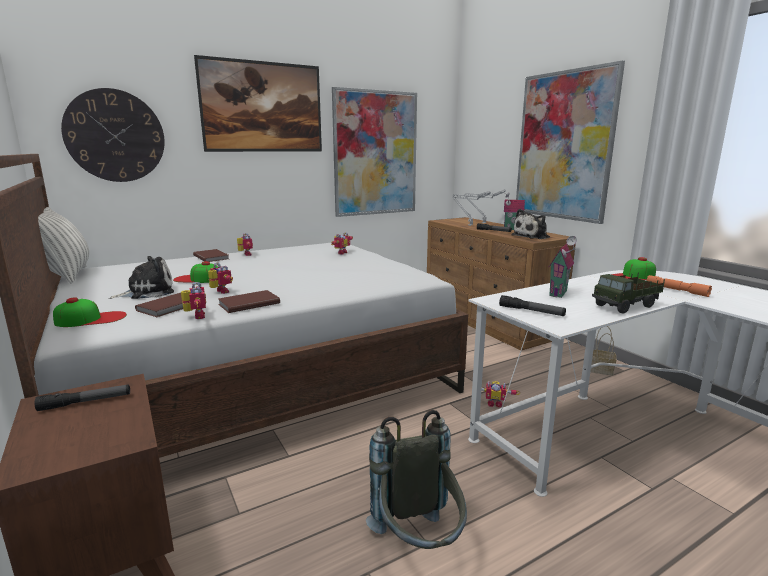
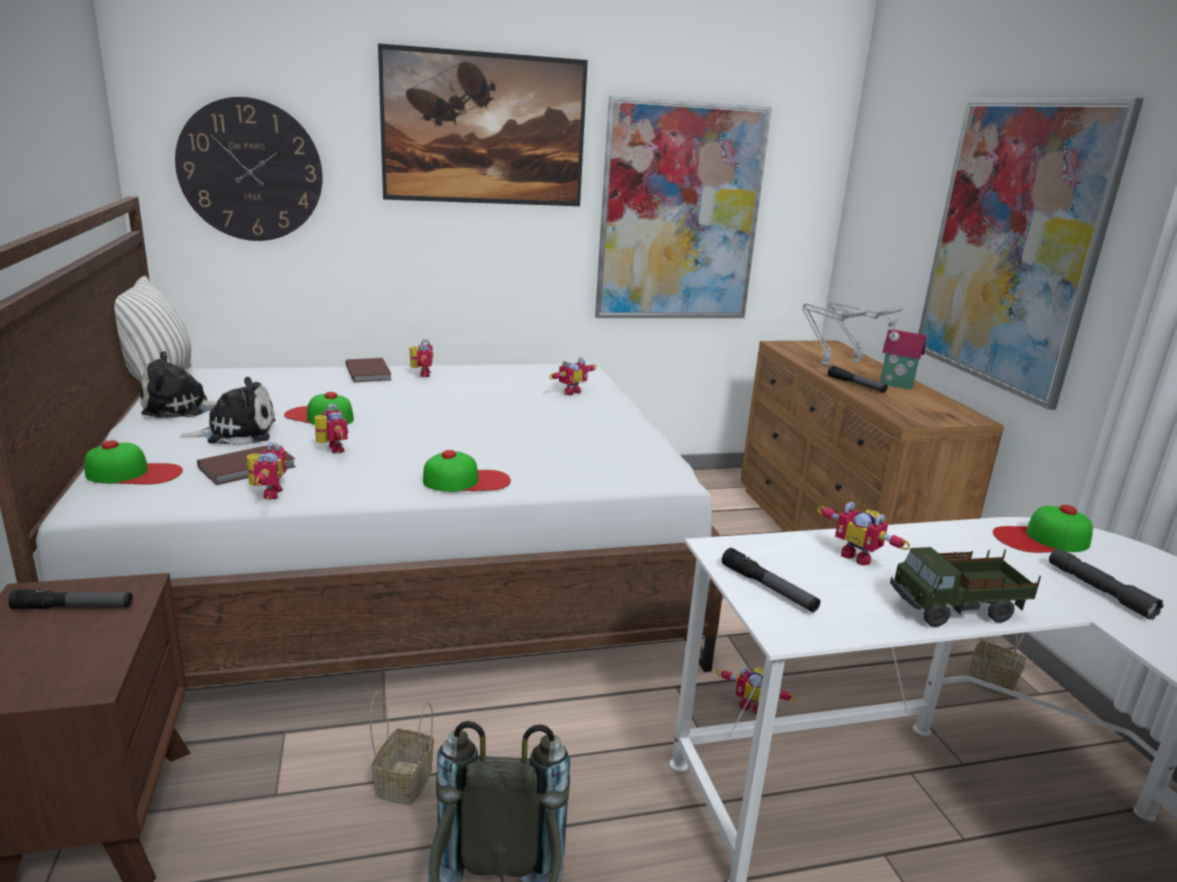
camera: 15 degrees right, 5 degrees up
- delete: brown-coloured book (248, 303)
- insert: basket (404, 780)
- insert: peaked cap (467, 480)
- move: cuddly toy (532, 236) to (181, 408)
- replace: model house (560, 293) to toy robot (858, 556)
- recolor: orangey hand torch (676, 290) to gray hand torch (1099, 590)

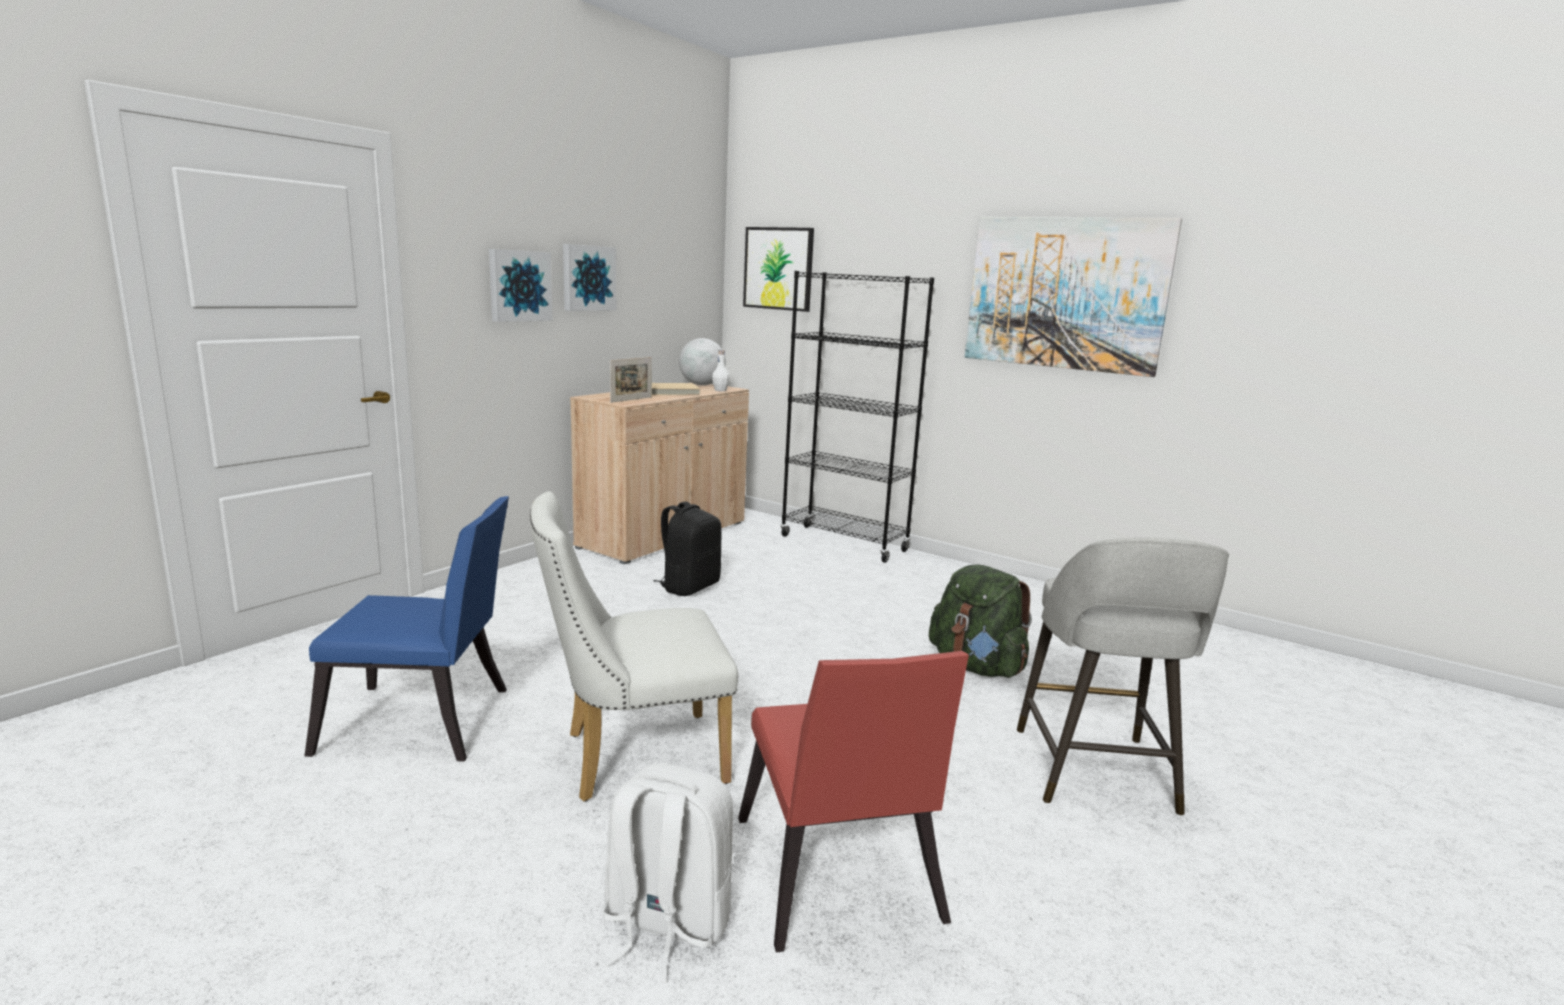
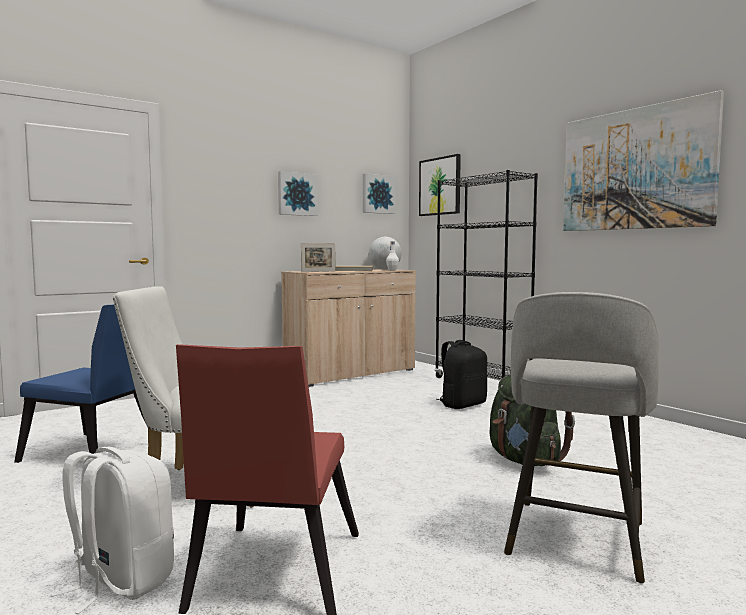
camera: 20 degrees right, 10 degrees down
- move: wall picture (519, 286) to (378, 194)
- move: black-coloured knapsack (689, 587) to (462, 405)

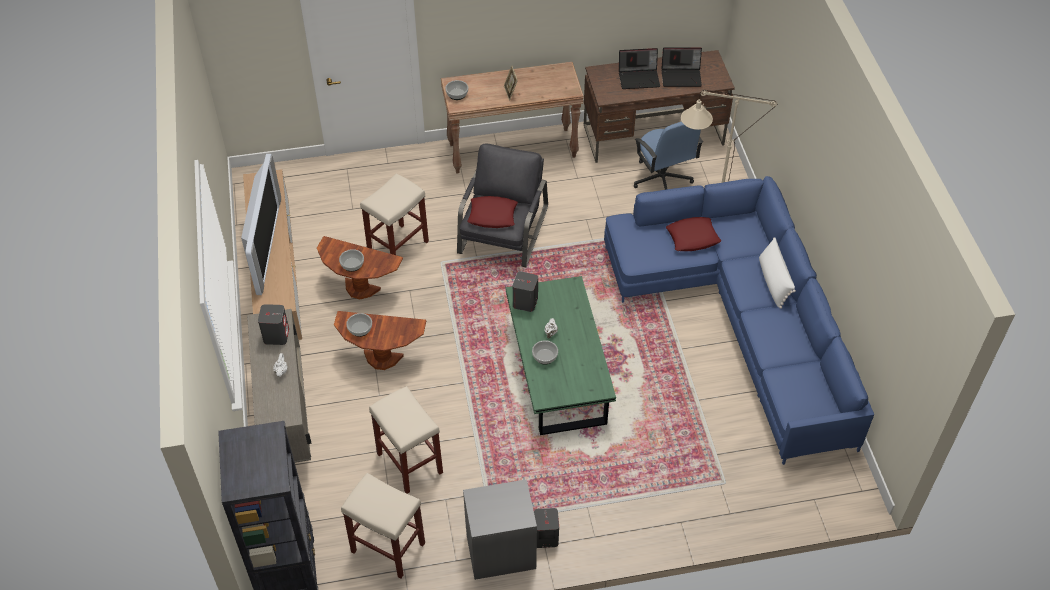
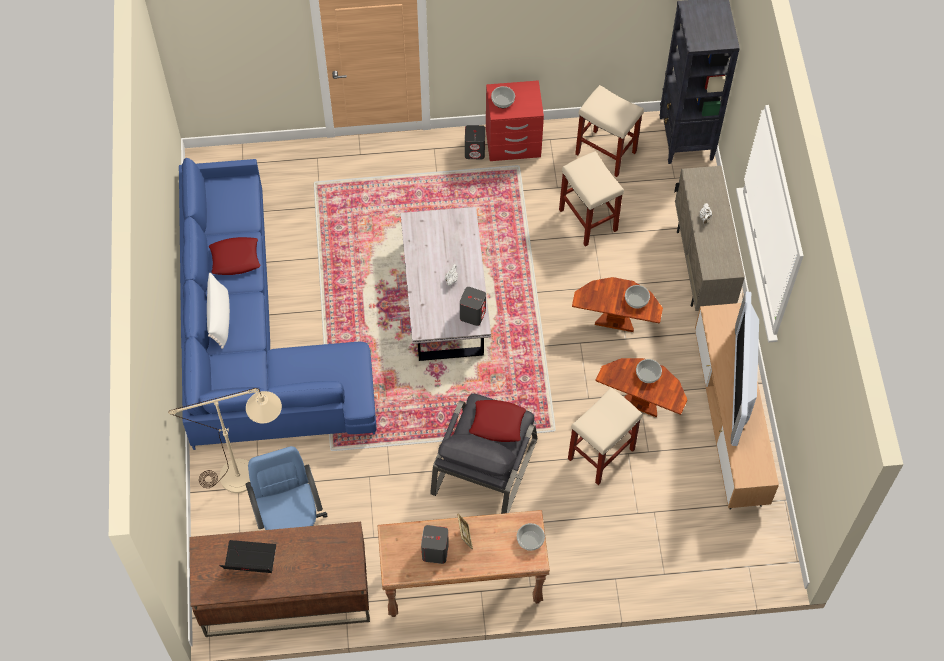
camera: 175 degrees left, 10 degrees up
- delete: portable computer (639, 78)
- move: gray speaker (276, 335) to (435, 552)
- move: bowl (544, 356) to (503, 101)
- move: red-coloured throw pillow (692, 238) to (235, 259)
- recolor: gray night table (500, 550) to red-coloured night table (513, 144)
- recolor: green-coloured low table (558, 371) to white low table (445, 296)

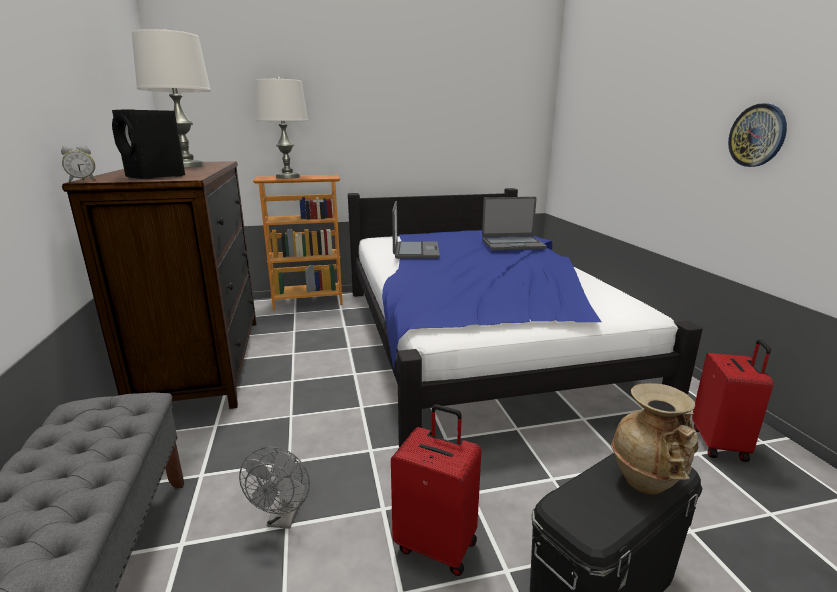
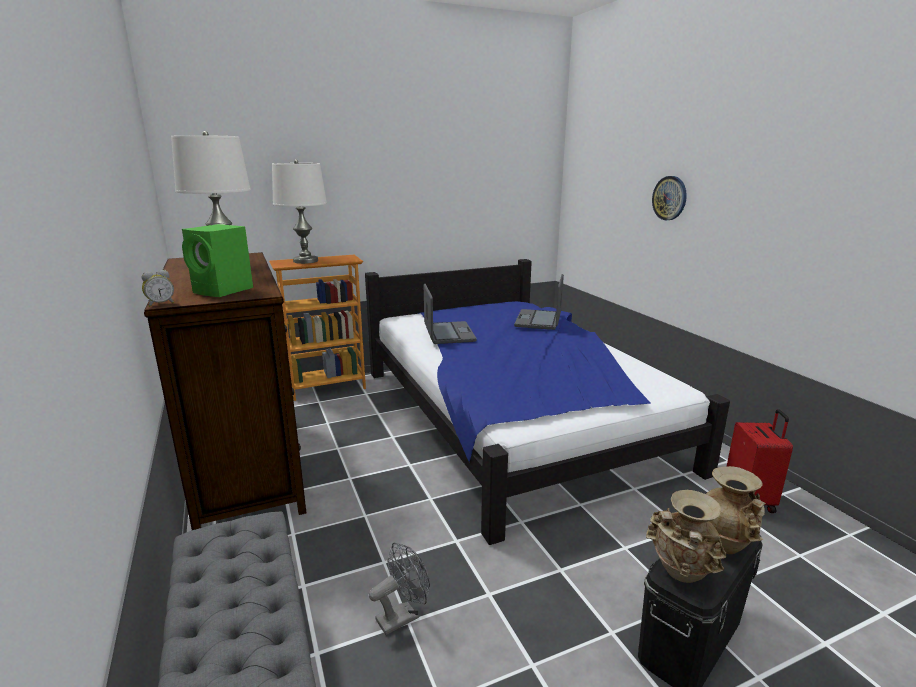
camera: 10 degrees left, 0 degrees up
- delete: red-coloured piece of luggage (437, 544)
- insert: beige flower vase (681, 573)
- move: wall clock (757, 135) to (669, 198)
- recolor: black-coloured speaker (155, 176) to green-coloured speaker (224, 291)
- rotate: gray fan (284, 518) = (403, 616) 120 degrees counterclockwise
- rotate: portable computer (512, 244) = (539, 320) 120 degrees clockwise

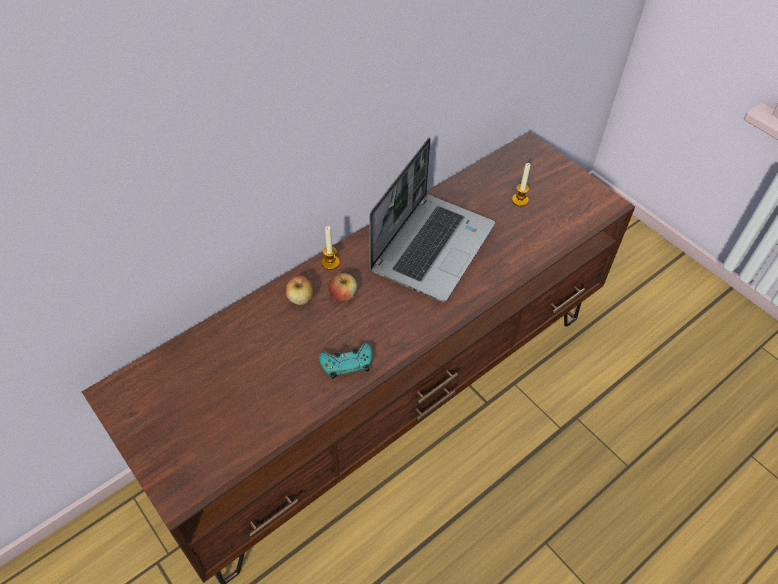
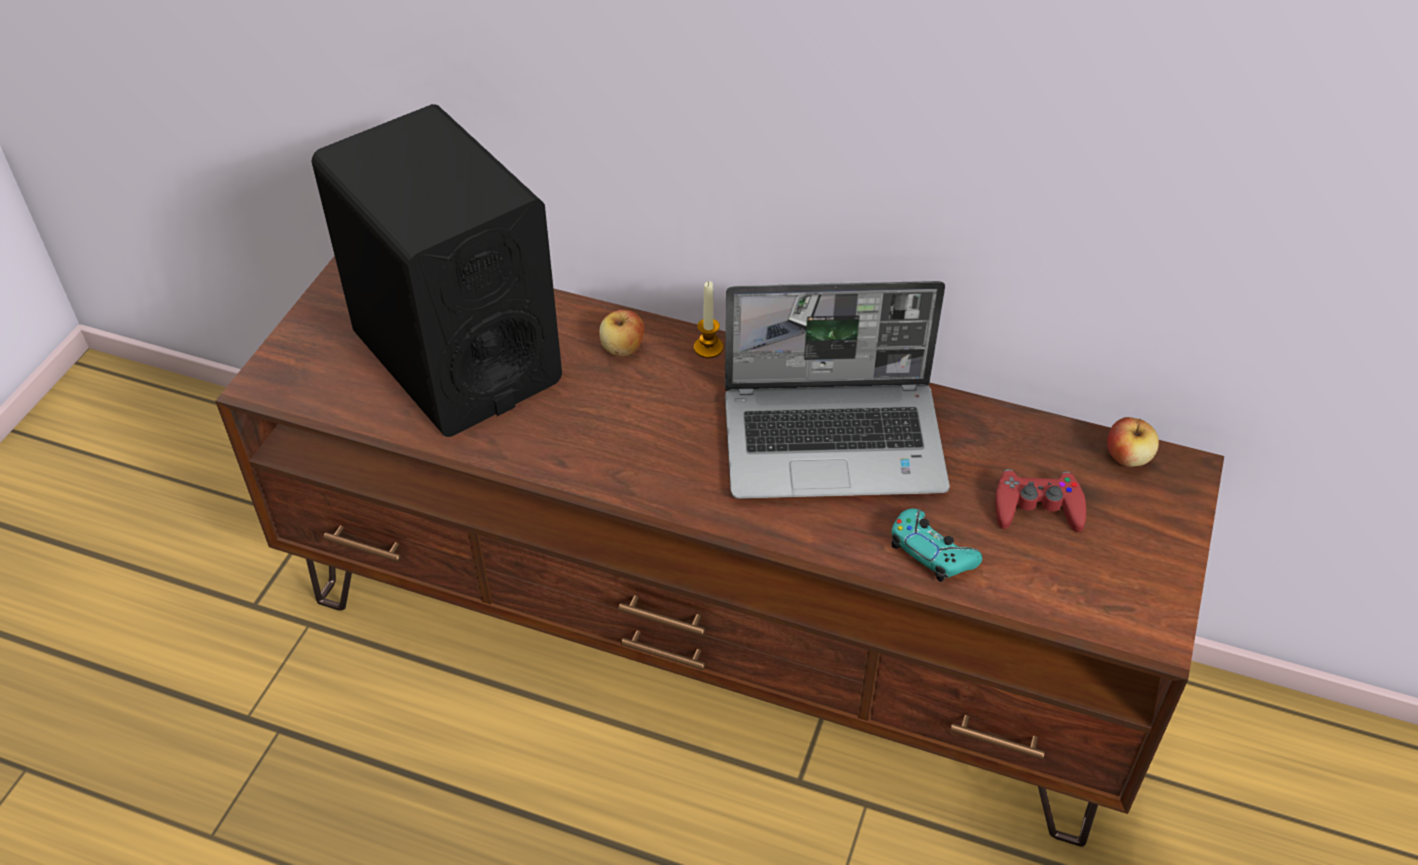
camera: 60 degrees right, 5 degrees down
- insert: black-coloured speaker (456, 357)
- move: turquoise-coloured gamepad (346, 363) to (932, 552)
- move: whole apple (343, 295) to (1127, 457)
- replace: wax candle (520, 200) to red-coloured gamepad (1037, 507)

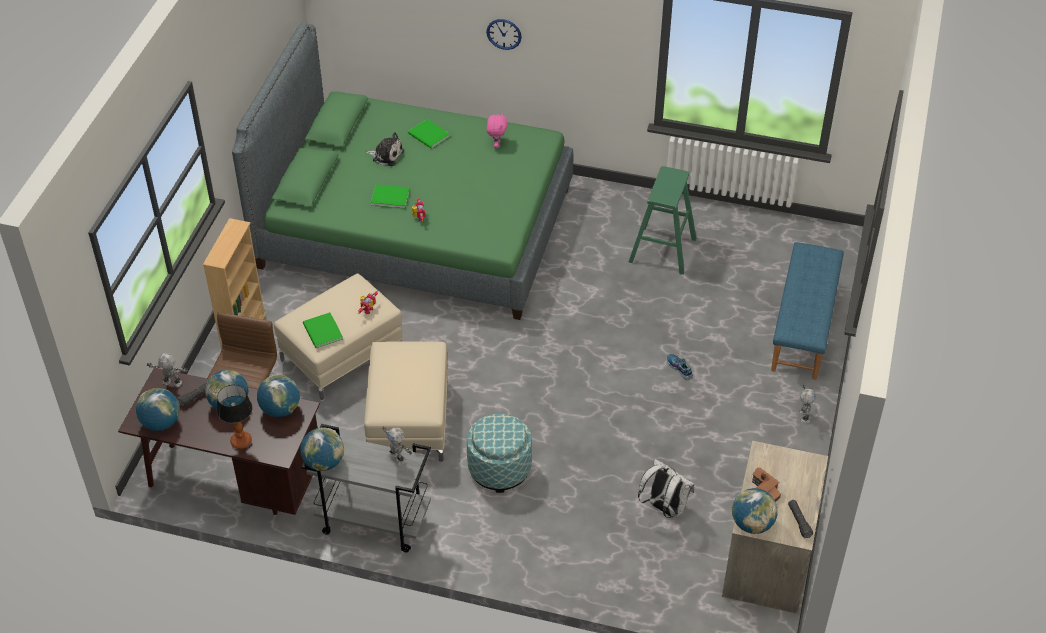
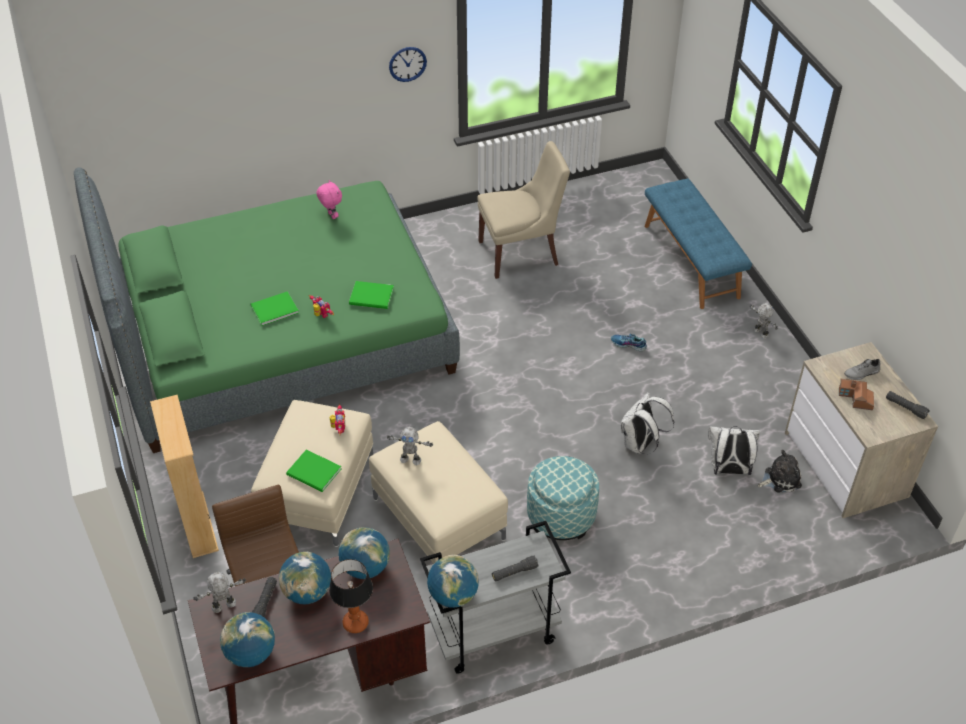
camera: 35 degrees left, 0 degrees up
- delete: globe (752, 524)
- insert: black-coloured hand torch (514, 572)
- insert: white knapsack (640, 444)
- insert: gray item of footwear (861, 374)
- move: cuddly toy (386, 155) to (780, 478)
- move: toy robot (397, 457) to (410, 459)
- move: green-coloured book (429, 136) to (372, 297)
- move: wall clock (504, 34) to (407, 64)
- replace: green-coloured sitting stool (662, 250) to beige chair (521, 252)

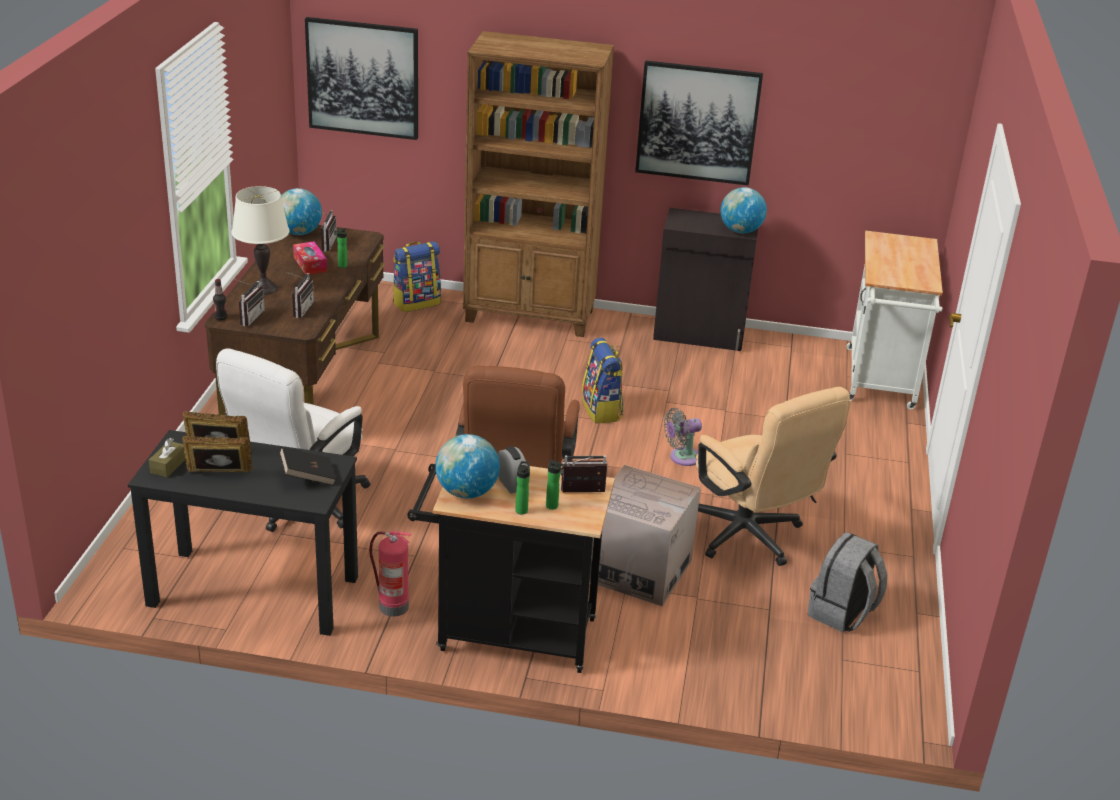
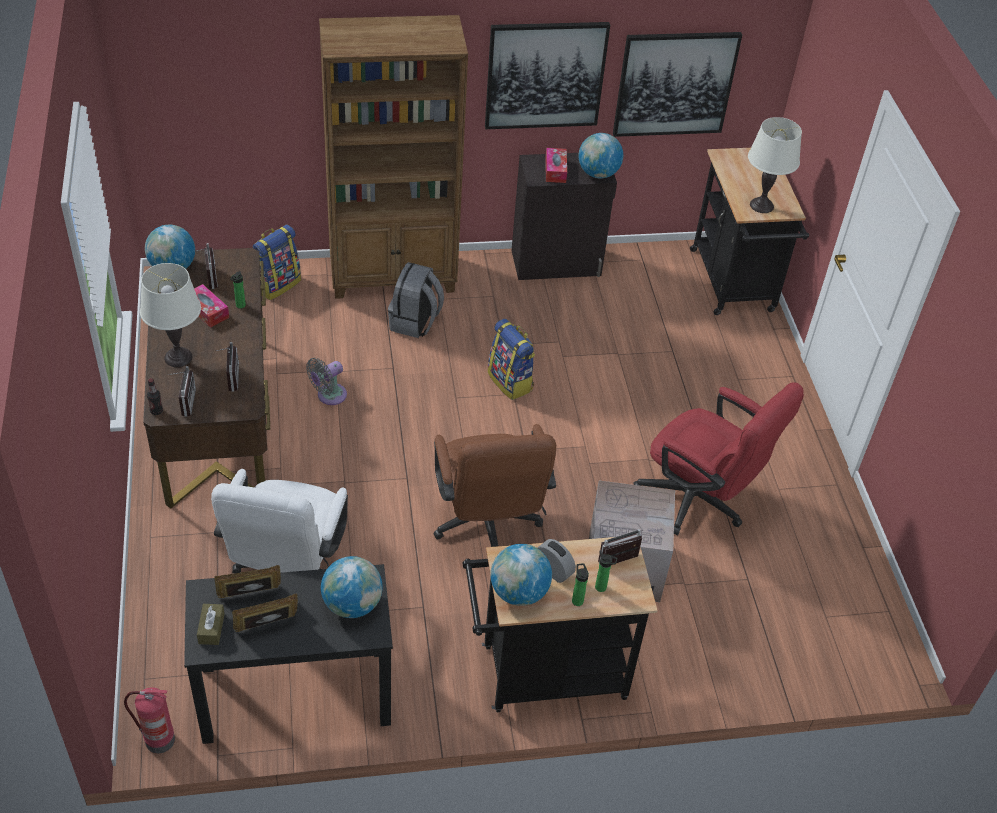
camera: 20 degrees left, 15 degrees up
- insert: tissue holder (555, 170)
- insert: white lamp for a table (761, 205)
- move: wall picture (363, 78) to (675, 83)
- move: fire-fighting cylinder (392, 606) to (158, 740)
- move: gray fan (682, 457) to (329, 396)
- move: gray knapsack (842, 613) to (415, 322)
- replace: black-coloured book (308, 477) to globe (352, 604)
- recolor: beige computer chair (751, 538) to red-coloured computer chair (700, 502)
- recolor: white cart (880, 382) to black-coloured cart (734, 285)

